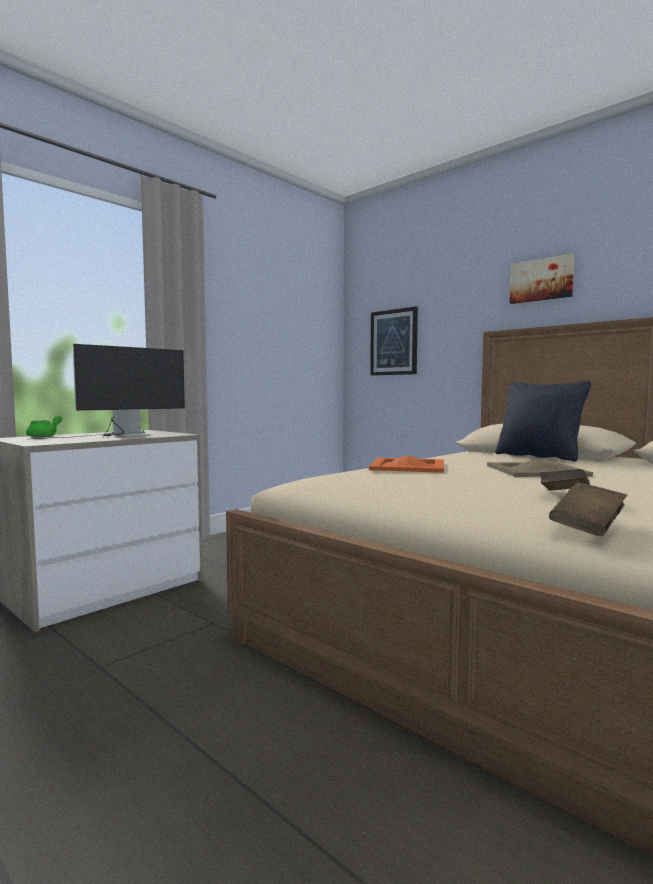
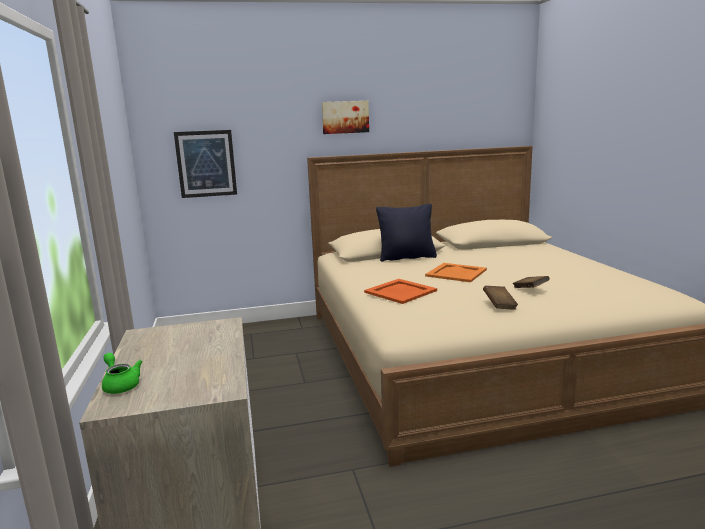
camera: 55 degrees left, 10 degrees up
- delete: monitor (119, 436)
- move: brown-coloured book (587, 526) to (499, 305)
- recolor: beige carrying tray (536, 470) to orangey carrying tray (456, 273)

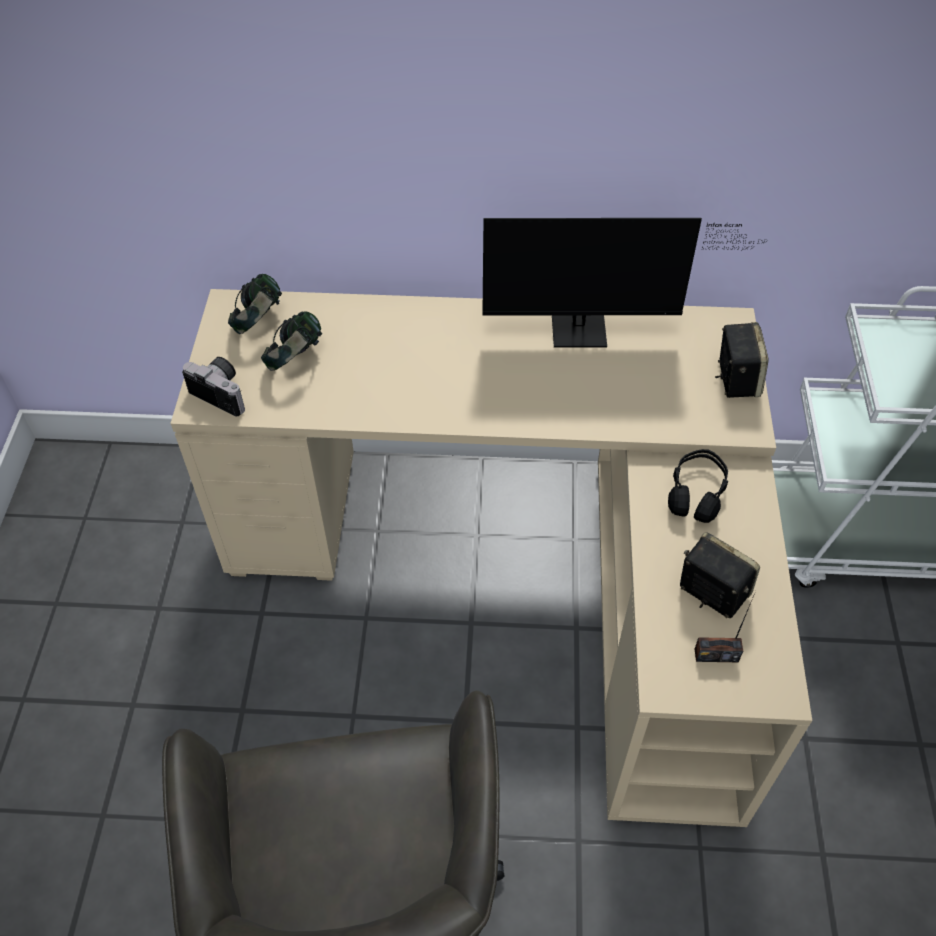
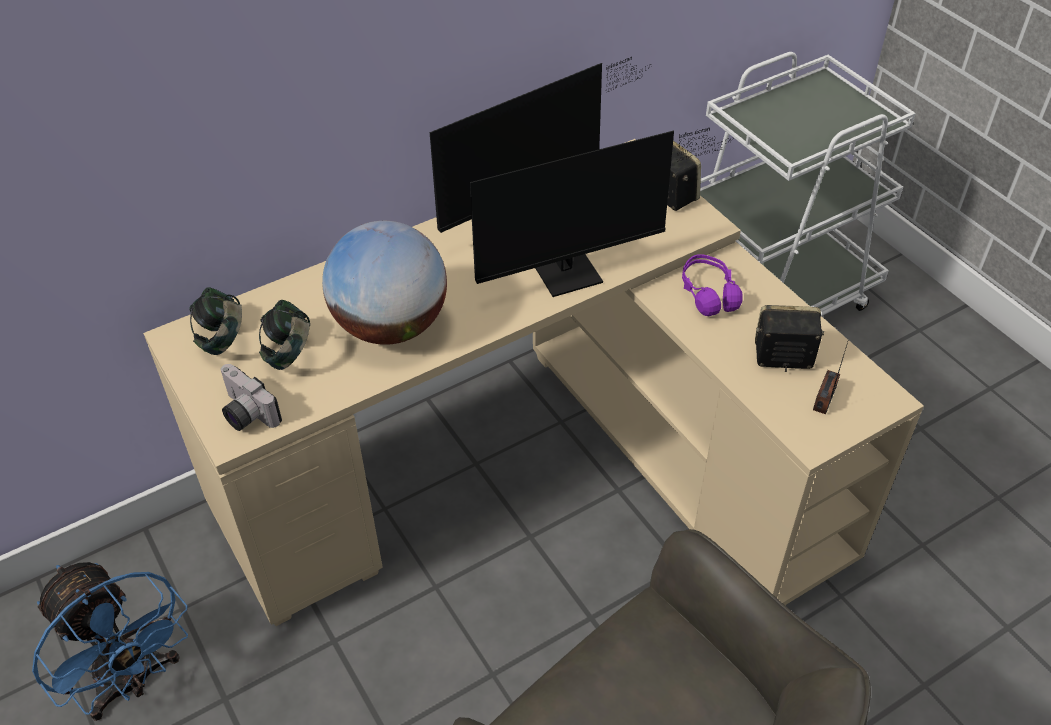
camera: 35 degrees left, 5 degrees down
- insert: bluish fan (133, 682)
- insert: globe (391, 326)
- insert: monitor (577, 271)
- recolor: black-coloured pair of headphones (696, 493) to purple pair of headphones (708, 294)
- rotate: still camera (223, 392) = (245, 414) 135 degrees counterclockwise
- rotate: radio set (716, 655) = (824, 399) 150 degrees clockwise

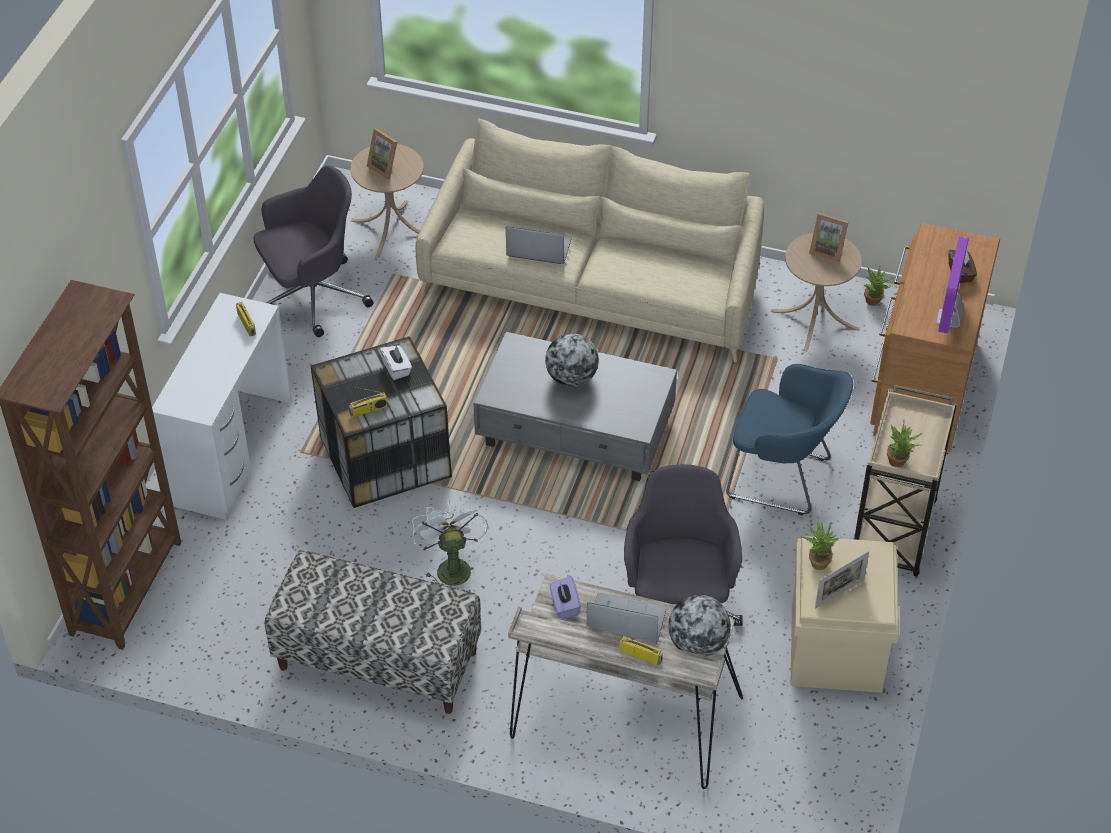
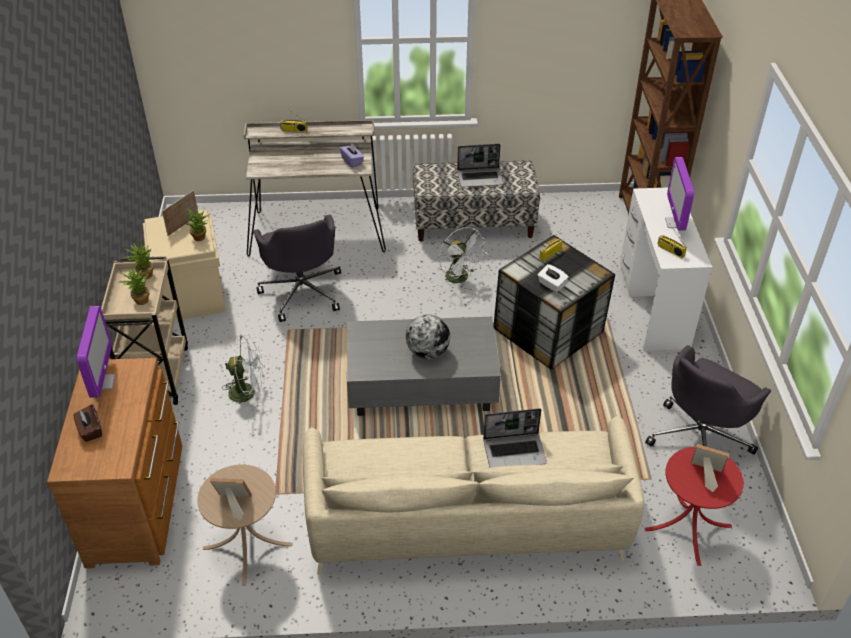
camera: 160 degrees right, 5 degrees down
- delete: globe (698, 644)
- insert: monitor (675, 223)
- move: portable computer (625, 622) to (480, 178)
- move: potted plant (875, 302) to (139, 300)
- replace: bluish armchair (783, 478) to white fan (248, 392)
- recolor: beige accent table (392, 229) to red-coloured accent table (688, 527)

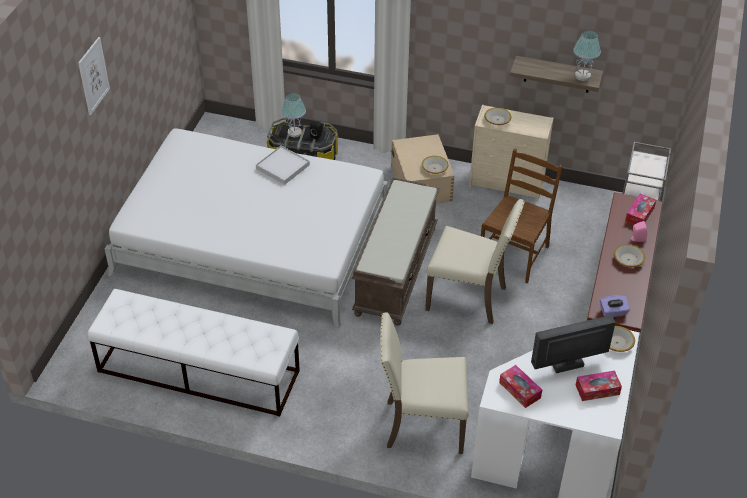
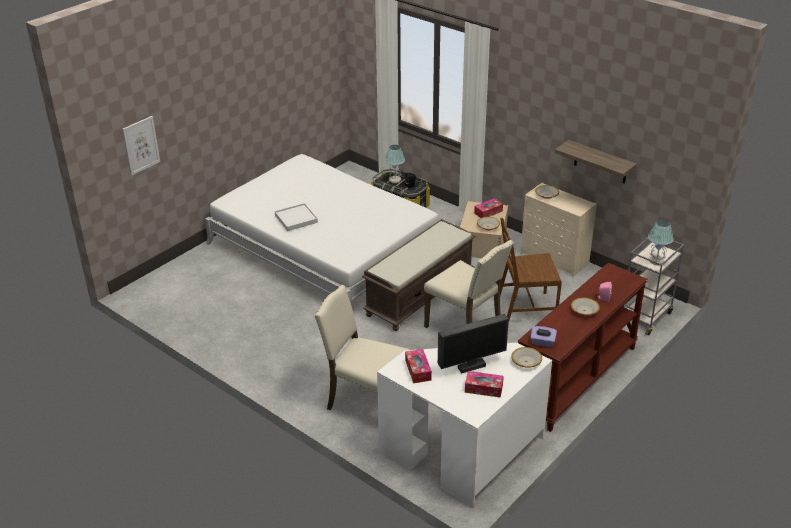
camera: 25 degrees right, 10 degrees down
- delete: white bench (198, 371)
- move: wall picture (93, 76) to (141, 145)
- move: white carrying tray (283, 167) to (296, 219)
- move: lamp for a table (582, 76) to (656, 261)
- move: tissue holder (639, 214) to (488, 212)
- rotate: brown-coloured chair (514, 255) = (525, 308) 150 degrees counterclockwise
- rotate: monitor (568, 367) = (471, 366) 150 degrees clockwise

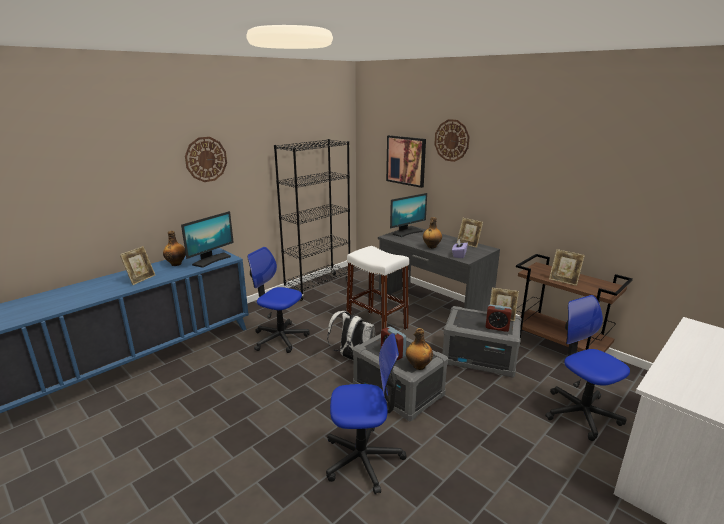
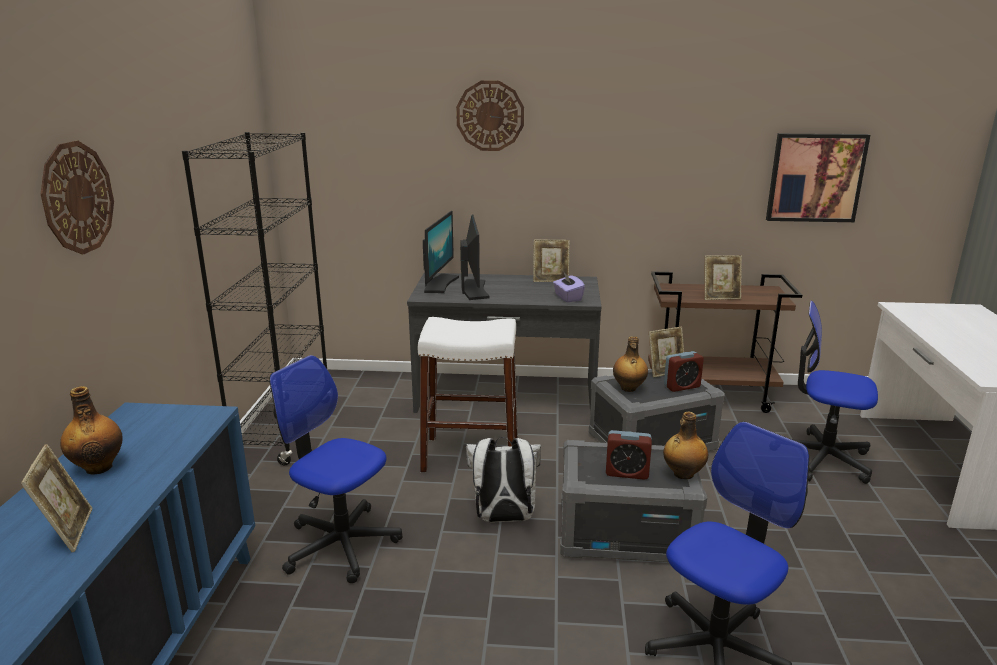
camera: 40 degrees left, 0 degrees up
- move: monitor (211, 260) to (474, 290)
- move: wall picture (406, 160) to (815, 177)
- move: drink bottle (431, 247) to (628, 388)
- rotate: computer chair (280, 338) = (341, 544) 45 degrees clockwise

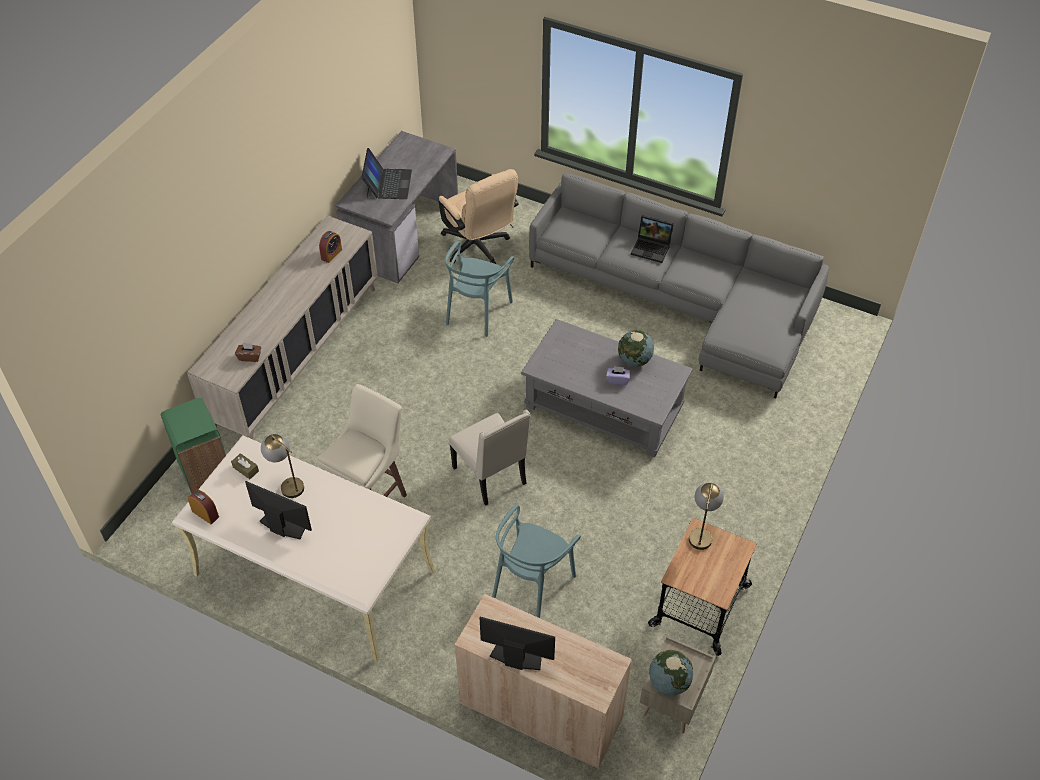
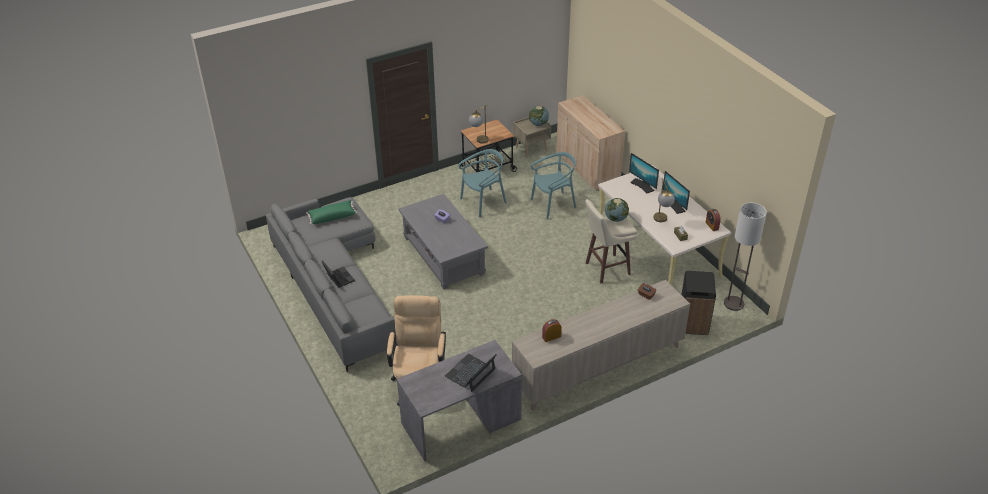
camera: 145 degrees left, 10 degrees down
- delete: beige chair (491, 476)
- insert: green-coloured throw pillow (332, 217)
- insert: standard lamp (734, 303)
- move: turquoise-coloured chair (477, 311) to (483, 202)
- move: monitor (516, 658) to (642, 185)
- move: globe (634, 360) to (616, 219)
- recolor: green-coloured waste bin (206, 472) to black-coloured waste bin (693, 323)

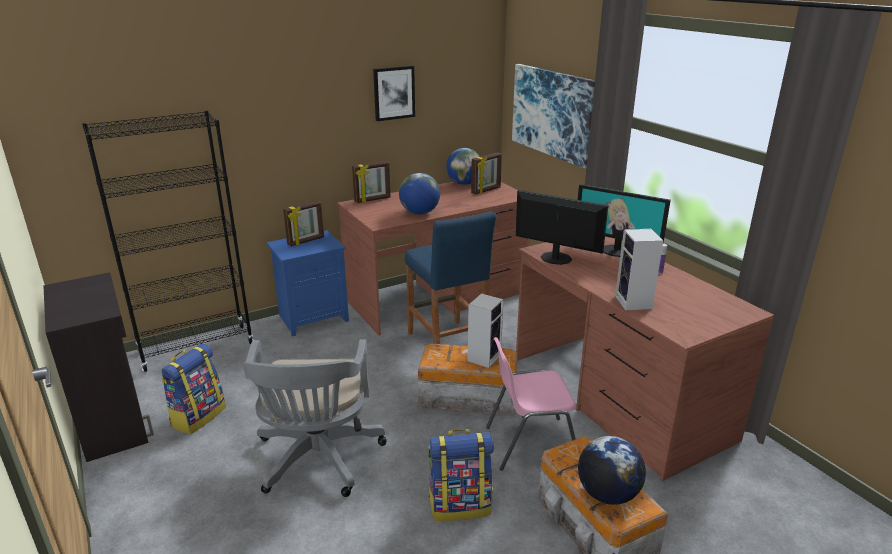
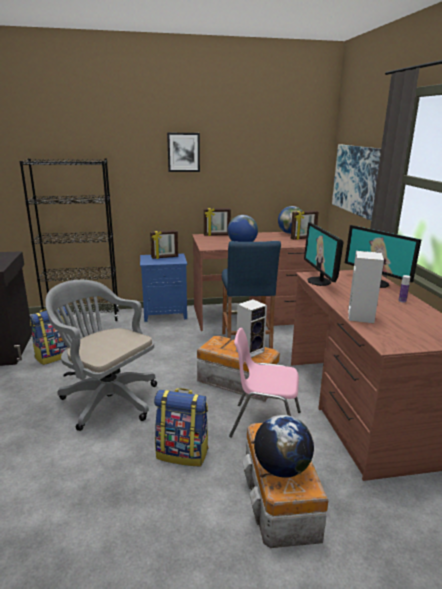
camera: 20 degrees right, 5 degrees down
- move: wall picture (394, 93) to (183, 152)
- rotate: gray computer chair (318, 461) = (106, 399) 105 degrees clockwise
- rotate: monitor (555, 258) = (319, 281) 150 degrees counterclockwise

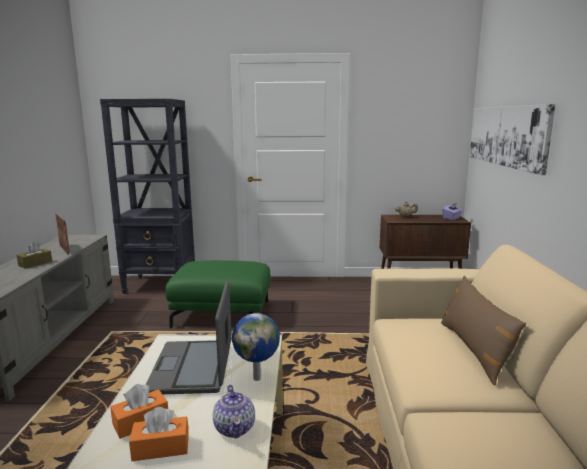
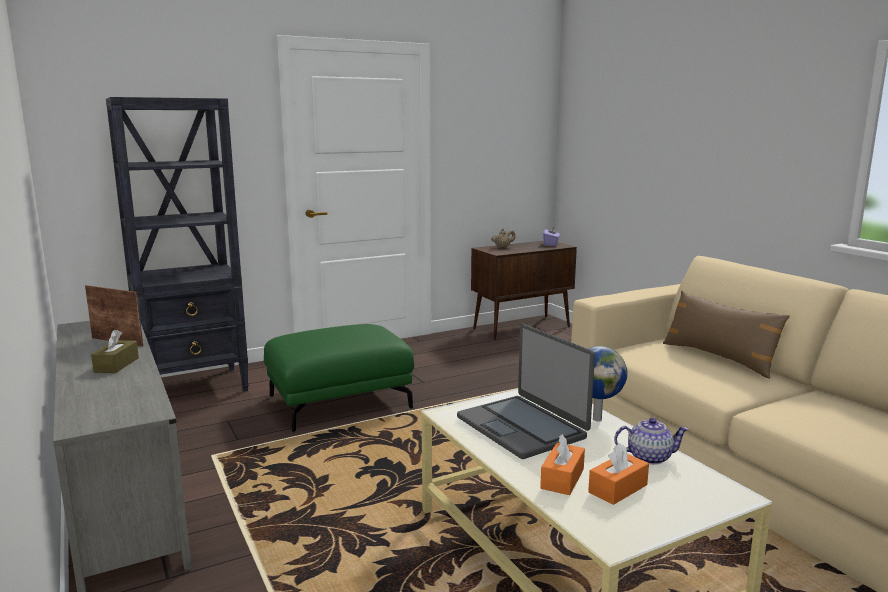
camera: 30 degrees left, 0 degrees up
- delete: wall picture (506, 136)
- rotate: tea pot (235, 428) = (648, 457) 45 degrees counterclockwise

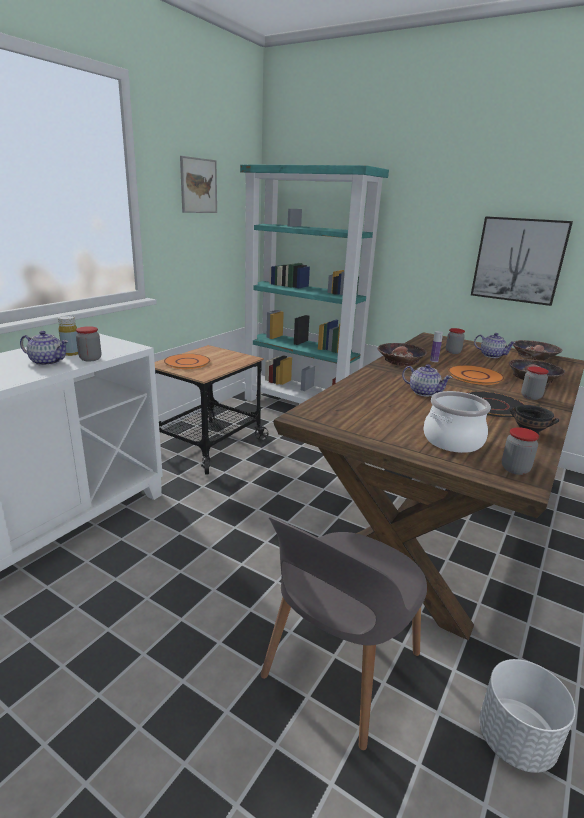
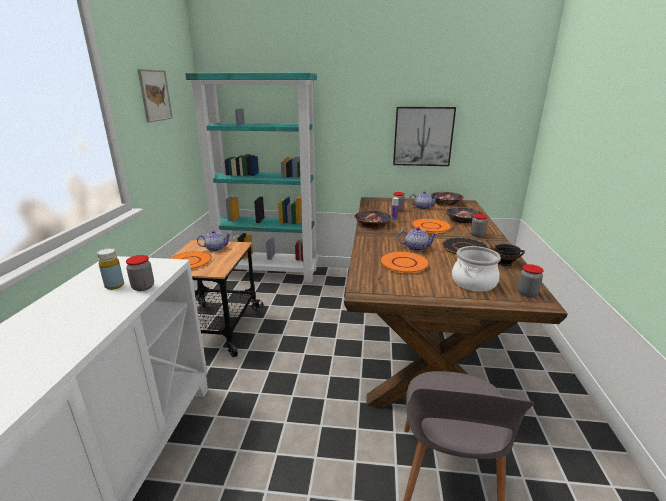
camera: 25 degrees left, 0 degrees up
- delete: white flower pot (515, 739)
- insert: orangey plate (404, 263)
- move: tea pot (47, 362) to (215, 248)

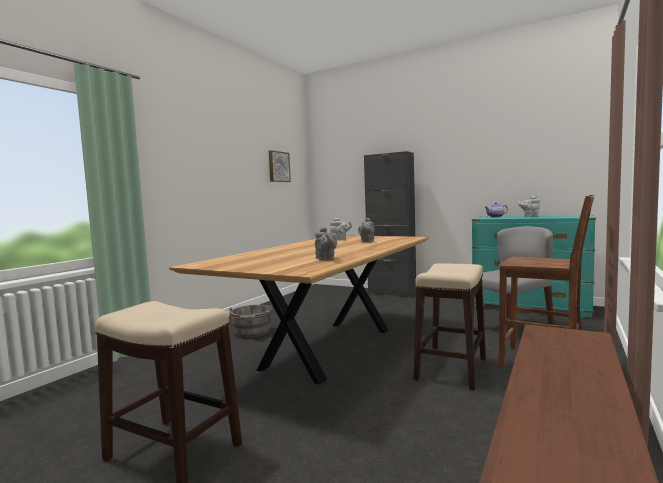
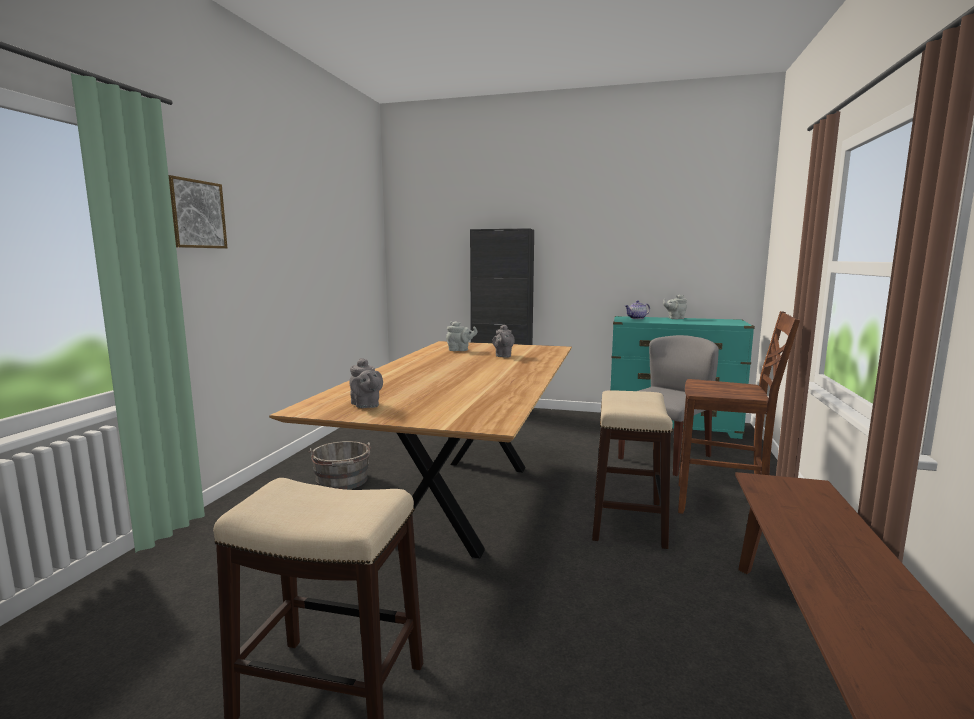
camera: 15 degrees left, 5 degrees up
- move: wall picture (278, 167) to (194, 214)
- move: gray tea pot (325, 259) to (366, 405)

